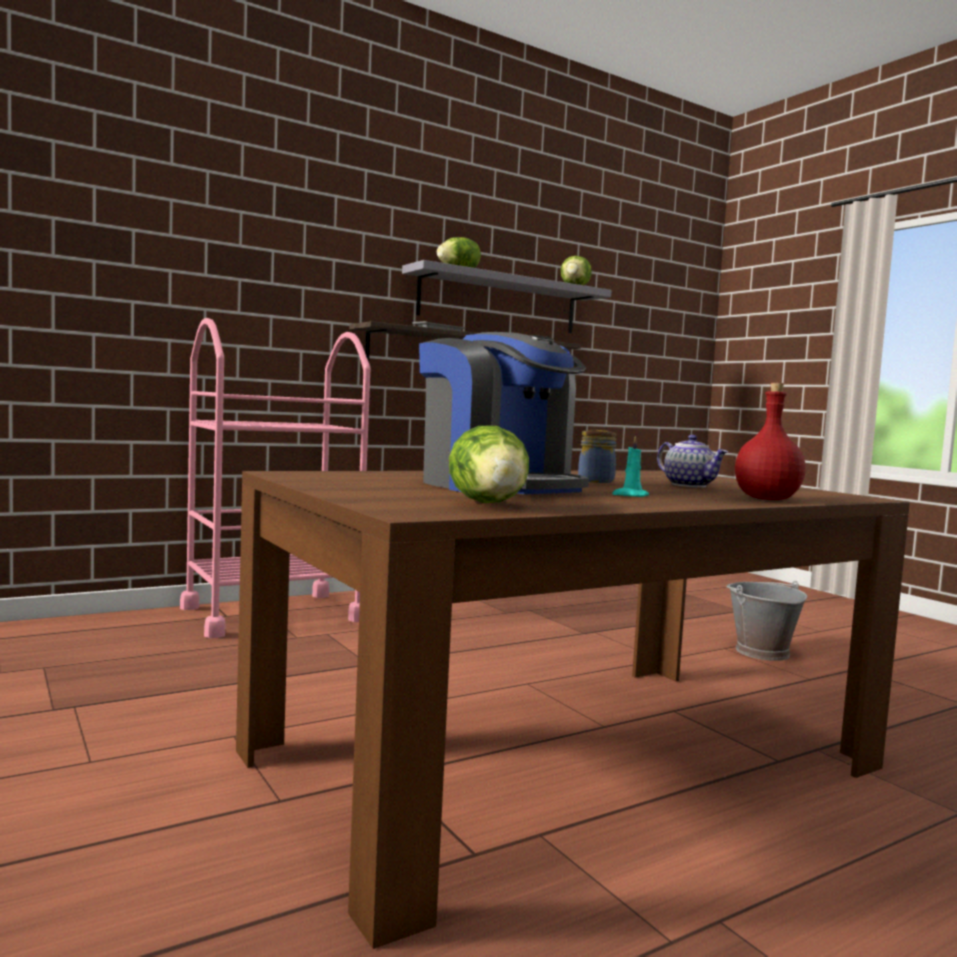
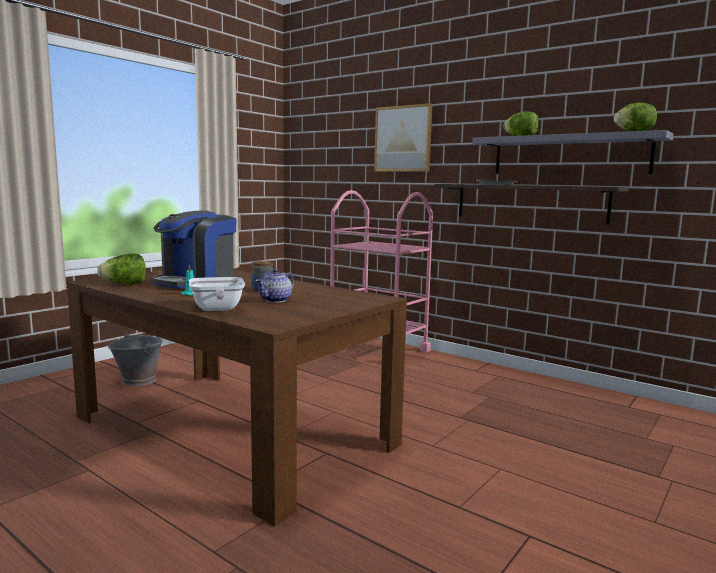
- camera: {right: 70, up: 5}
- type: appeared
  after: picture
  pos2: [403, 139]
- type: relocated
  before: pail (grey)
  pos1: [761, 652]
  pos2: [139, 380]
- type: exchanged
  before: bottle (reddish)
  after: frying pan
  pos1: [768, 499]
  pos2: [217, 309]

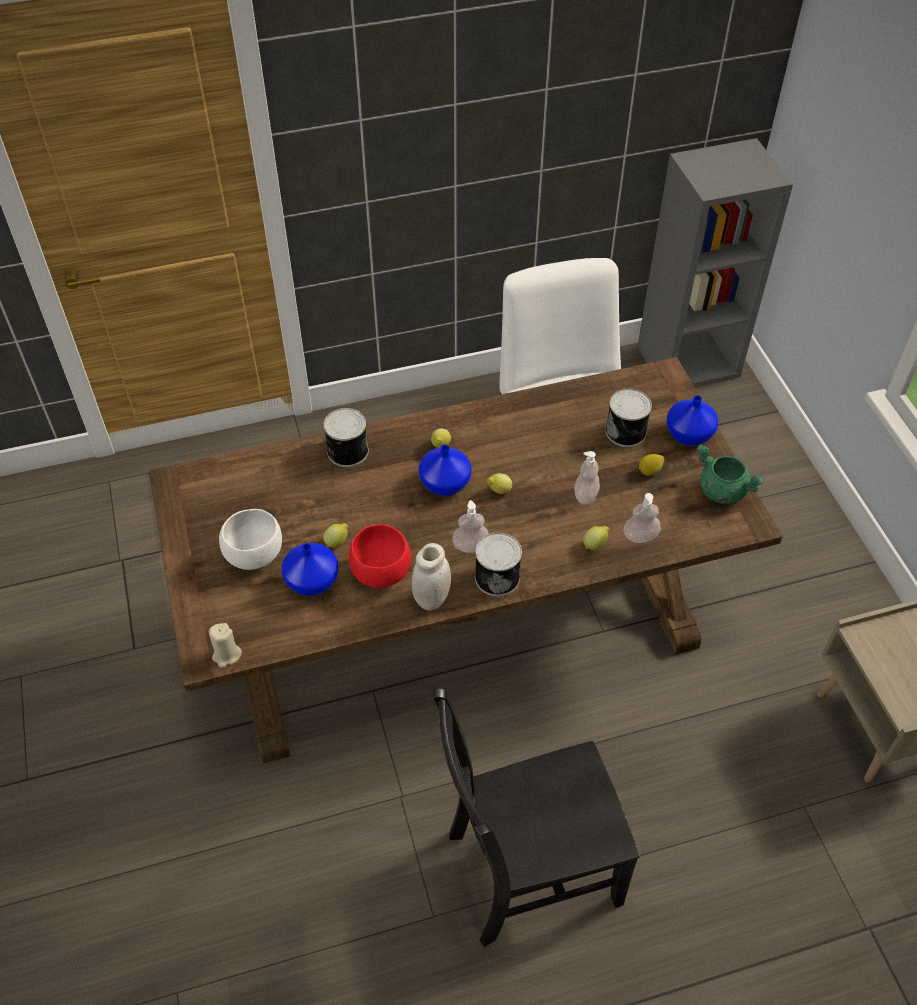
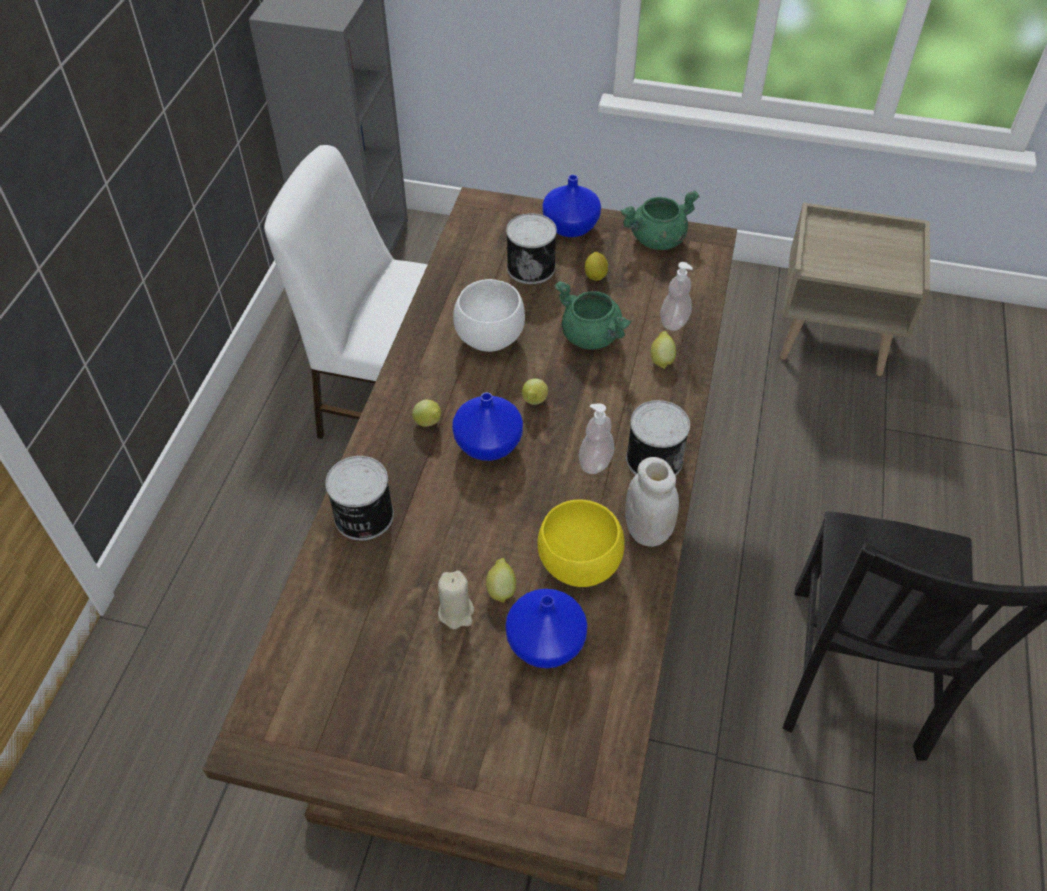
- camera: {right: -60, up: 0}
- type: relocated
  before: candle (sand-coloured)
  pos1: [226, 655]
  pos2: [456, 612]
- type: relocated
  before: bowl (white)
  pos1: [253, 554]
  pos2: [488, 339]
- type: exchanged
  before: liquid soap bottle
  after: cooking pot (greenish)
  pos1: [585, 495]
  pos2: [591, 336]
- type: colour
  before: bowl (reddish)
  after: bowl (yellow-coloured)
  pos1: [379, 574]
  pos2: [579, 566]

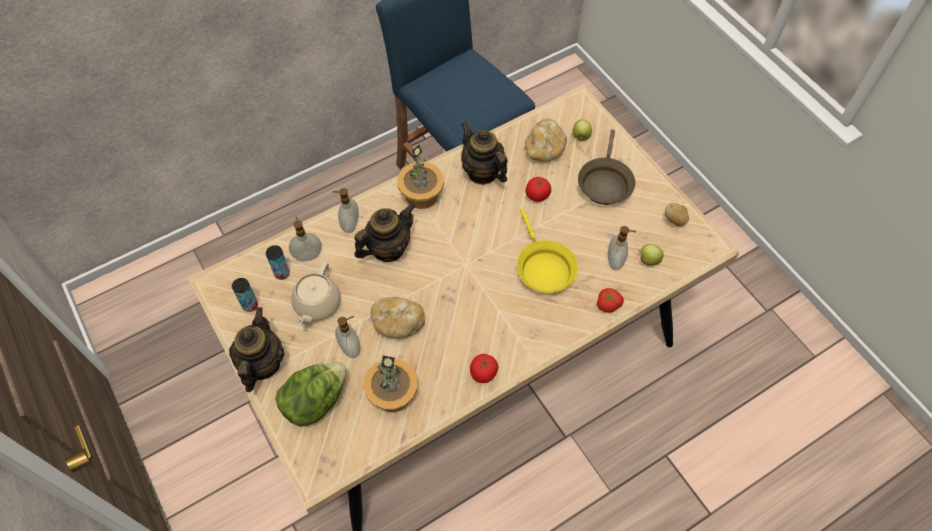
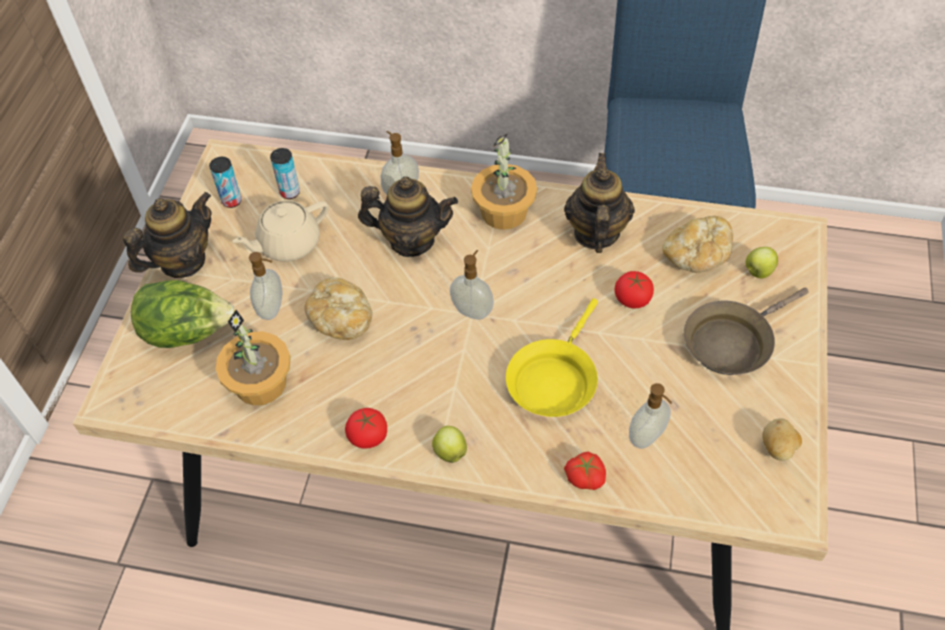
- camera: {right: 45, up: -5}
- type: relocated
  before: liquid soap bottle
  pos1: [308, 255]
  pos2: [472, 310]
- type: relocated
  before: whole apple
  pos1: [648, 260]
  pos2: [449, 451]

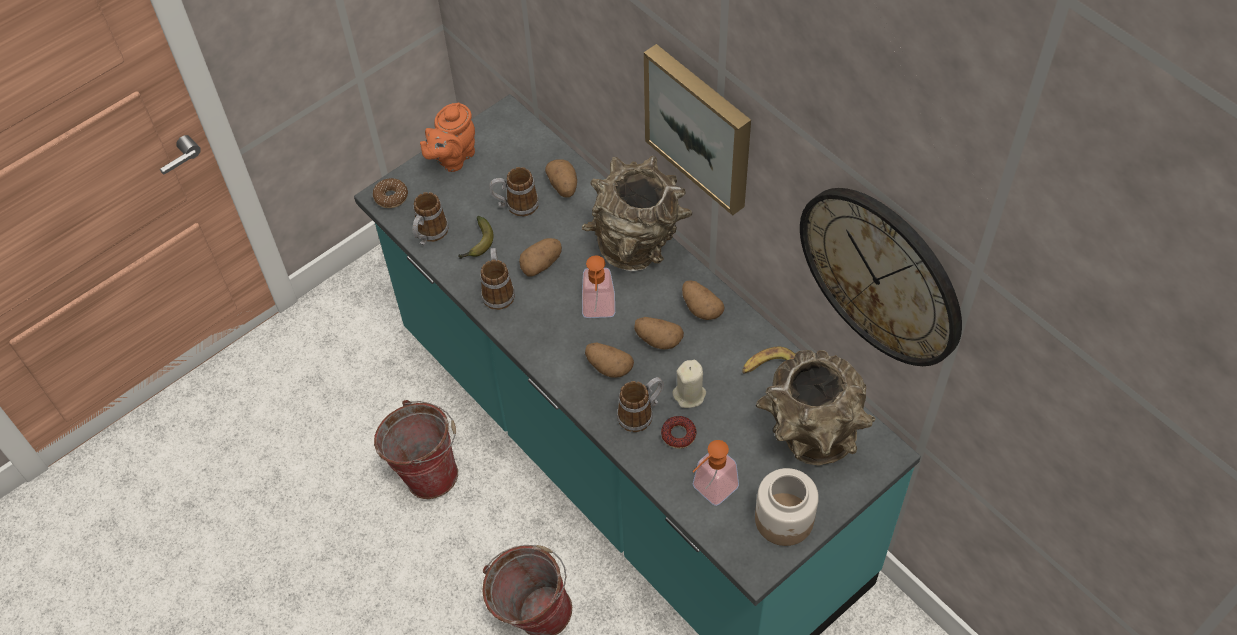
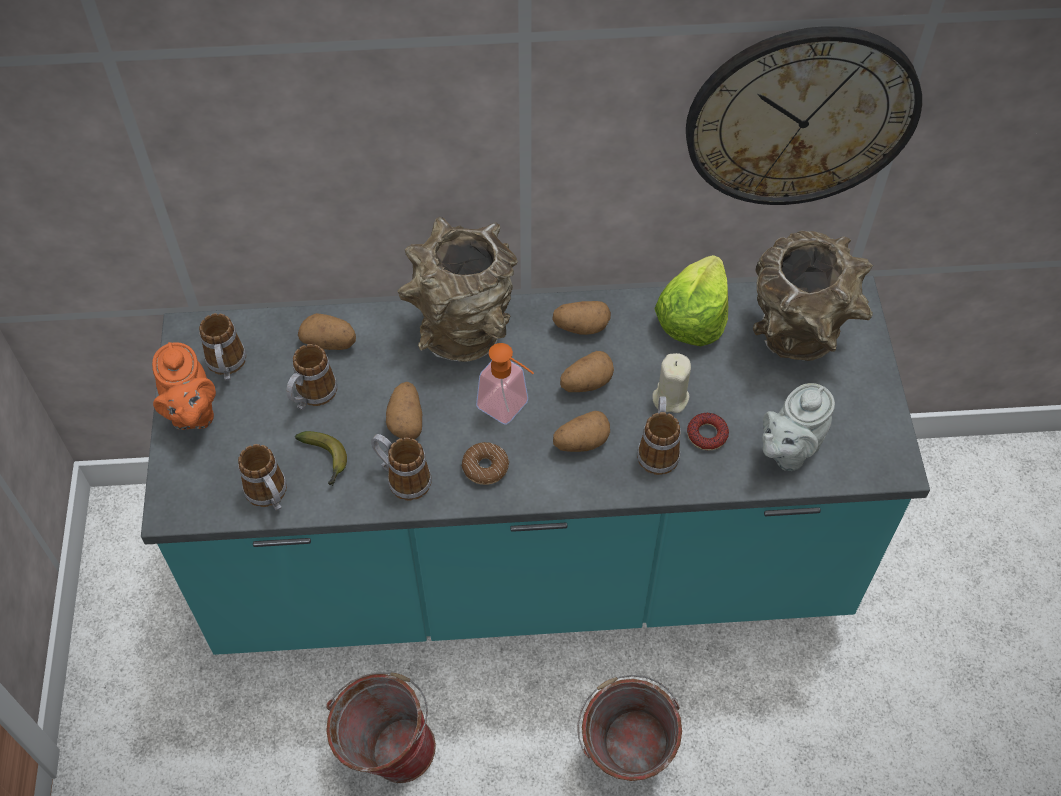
- camera: {right: -55, up: 0}
- type: missing
  before: picture
  pos1: [701, 126]
- type: missing
  before: storage jar
  pos1: [784, 520]
- type: appeared
  after: coffee mug
  pos2: [227, 366]
- type: relocated
  before: ring doughnut
  pos1: [391, 197]
  pos2: [485, 467]
- type: exchanged
  before: liquid soap bottle
  after: teapot (grey)
  pos1: [709, 491]
  pos2: [788, 450]
- type: exchanged
  before: whole banana
  after: lettuce head
  pos1: [769, 366]
  pos2: [692, 318]

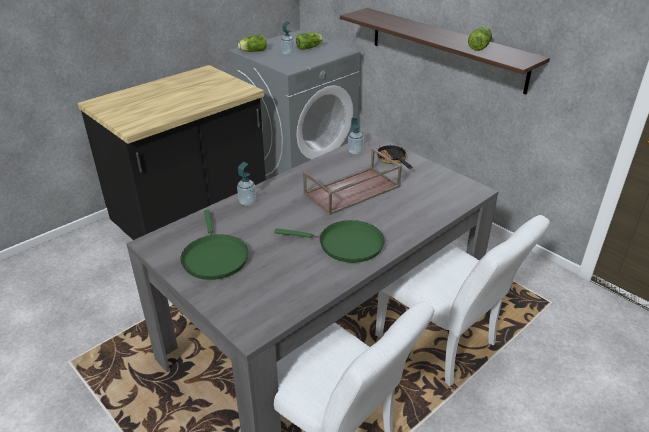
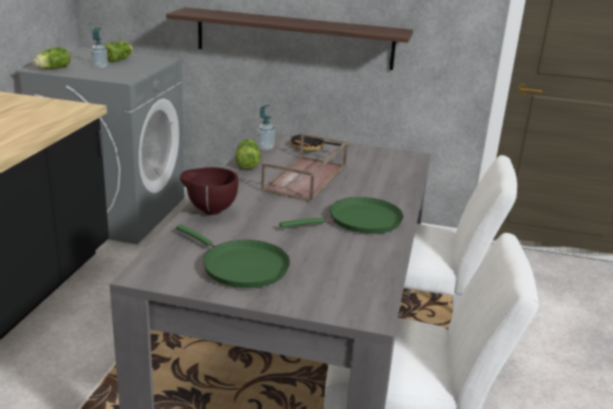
- camera: {right: -35, up: -10}
- type: relocated
  before: lettuce head
  pos1: [480, 46]
  pos2: [247, 163]
- type: exchanged
  before: liquid soap bottle
  after: bowl (brownish)
  pos1: [247, 202]
  pos2: [209, 211]

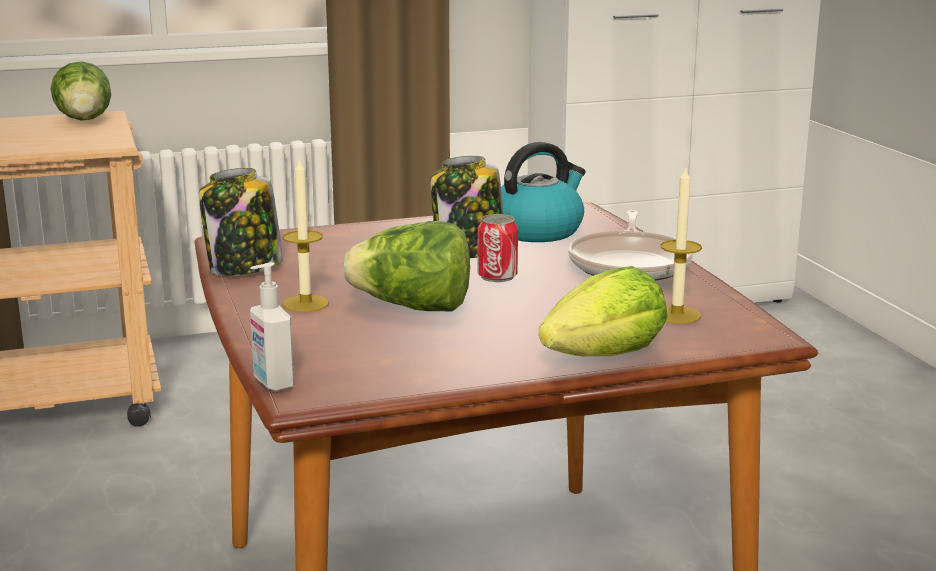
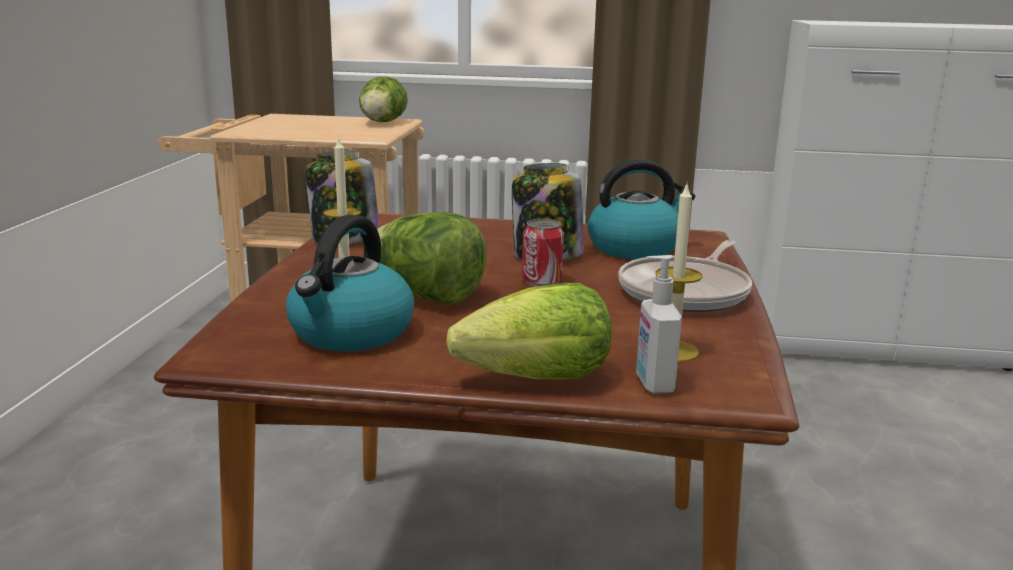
- camera: {right: 25, up: 0}
- type: appeared
  after: water kettle
  pos2: [351, 333]
- type: relocated
  before: liquid soap bottle
  pos1: [272, 383]
  pos2: [653, 384]

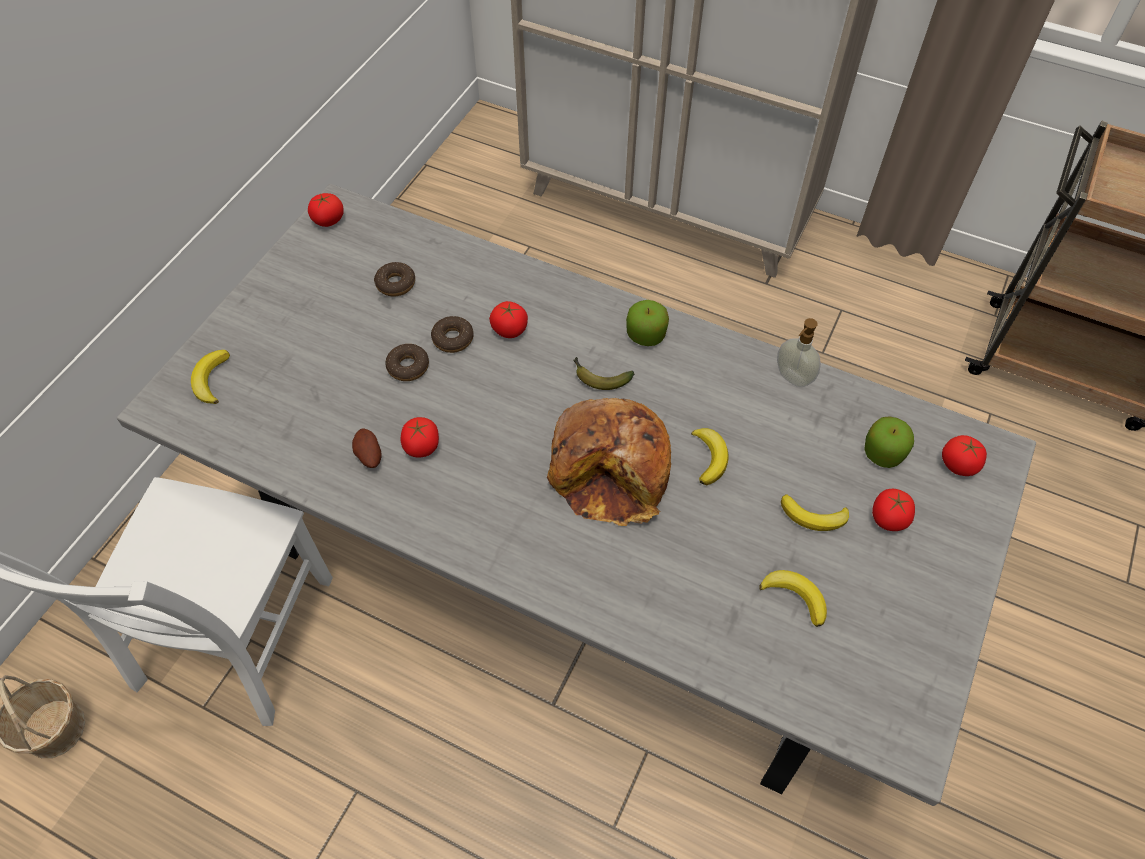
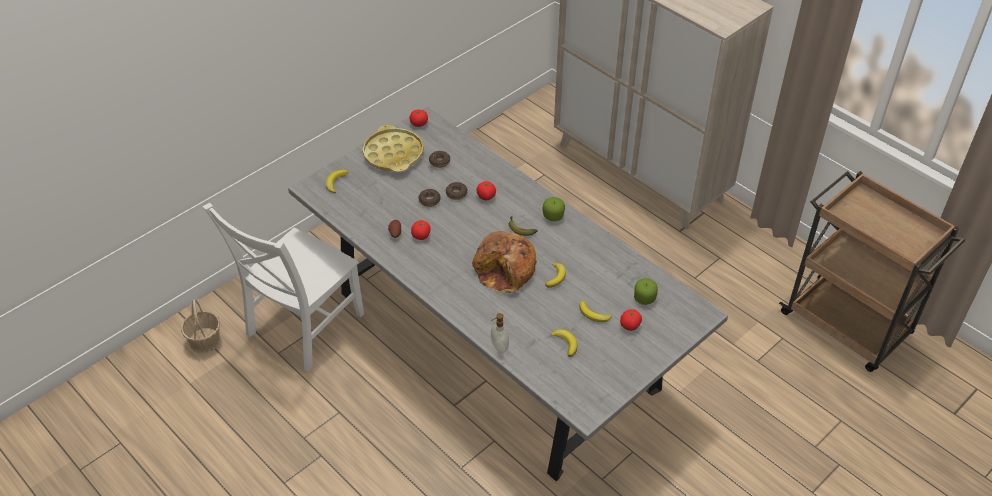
- camera: {right: 20, up: -10}
- type: missing
  before: whole tomato
  pos1: [958, 464]
- type: appeared
  after: tray (yellow-coloured)
  pos2: [393, 154]
- type: relocated
  before: liquid soap bottle
  pos1: [792, 378]
  pos2: [499, 347]

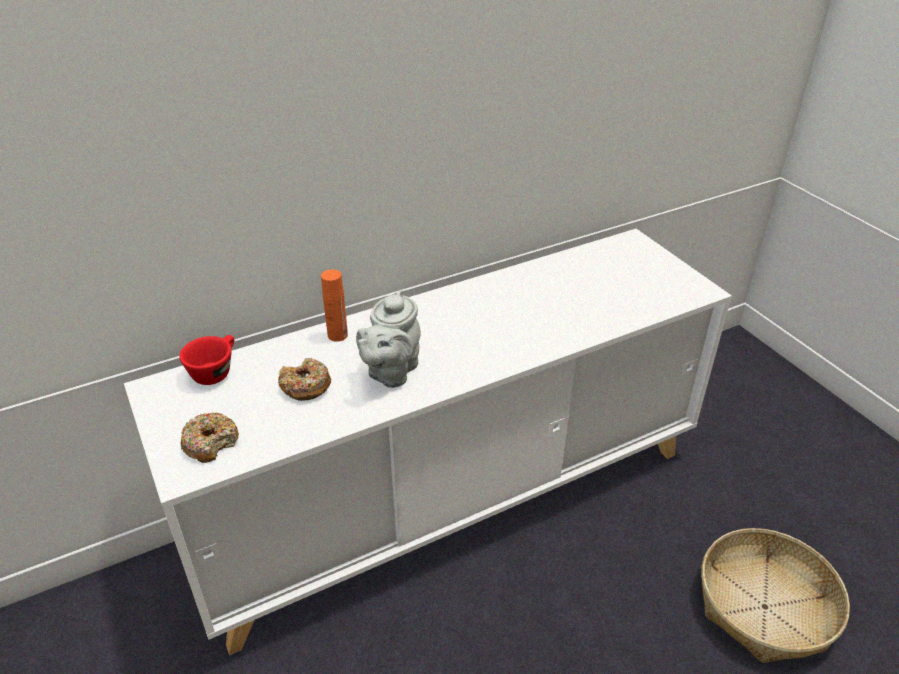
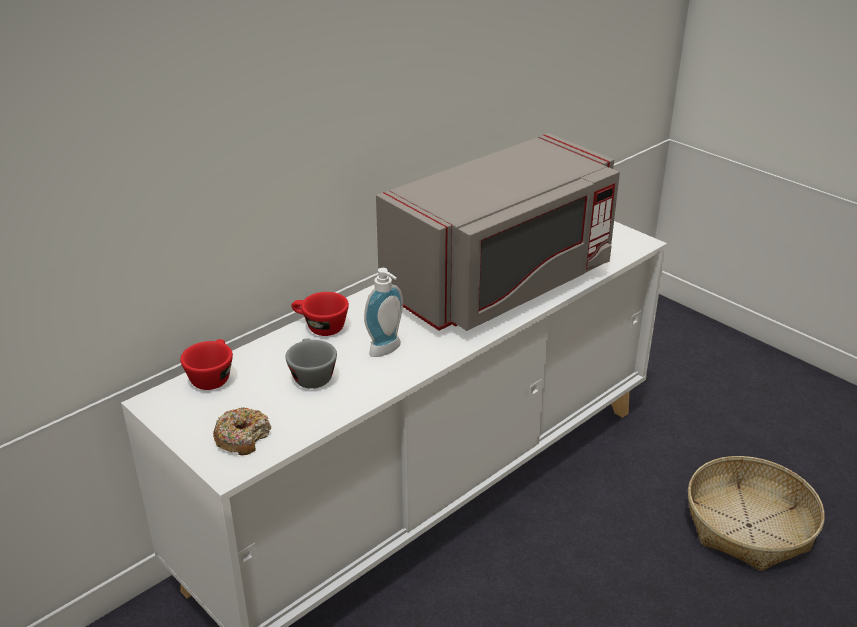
- camera: {right: -15, up: -5}
- type: appeared
  after: kitchen microwave (grey)
  pos2: [501, 283]
- type: exchanged
  before: ring doughnut
  after: cup (grey)
  pos1: [305, 386]
  pos2: [311, 375]
- type: exchanged
  before: bottle (orangey)
  after: cup (reddish)
  pos1: [337, 335]
  pos2: [320, 327]
- type: exchanged
  before: teapot (grey)
  after: liquid soap bottle
  pos1: [390, 372]
  pos2: [388, 351]

